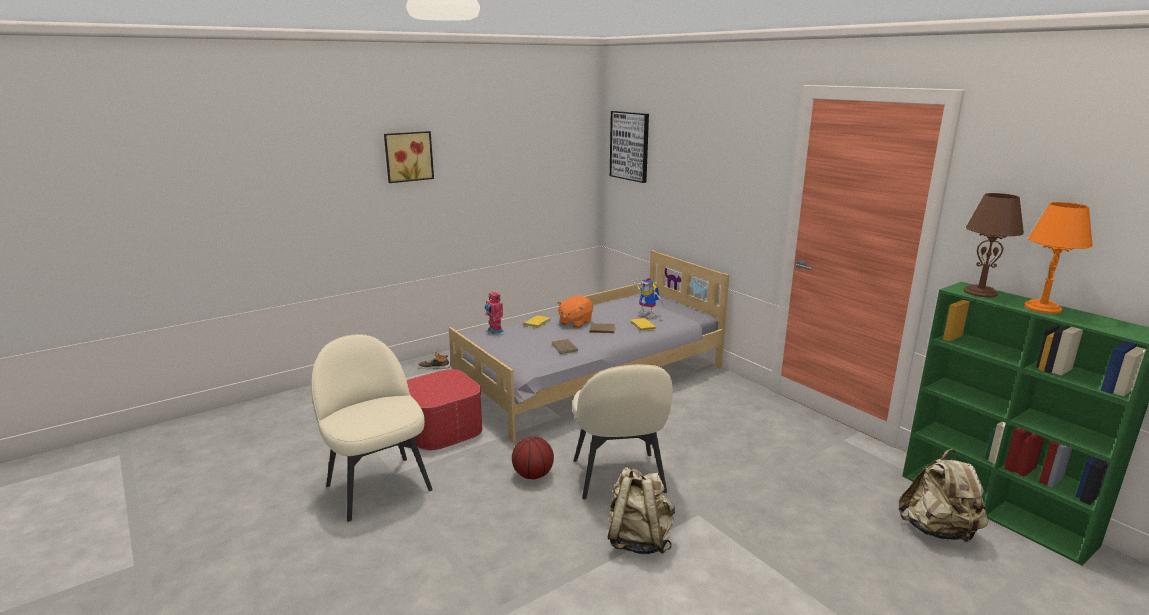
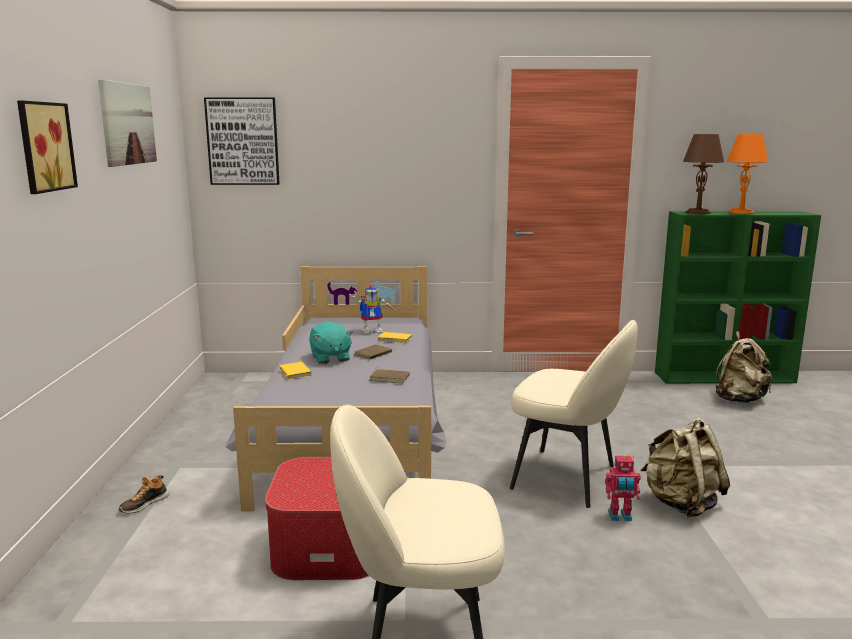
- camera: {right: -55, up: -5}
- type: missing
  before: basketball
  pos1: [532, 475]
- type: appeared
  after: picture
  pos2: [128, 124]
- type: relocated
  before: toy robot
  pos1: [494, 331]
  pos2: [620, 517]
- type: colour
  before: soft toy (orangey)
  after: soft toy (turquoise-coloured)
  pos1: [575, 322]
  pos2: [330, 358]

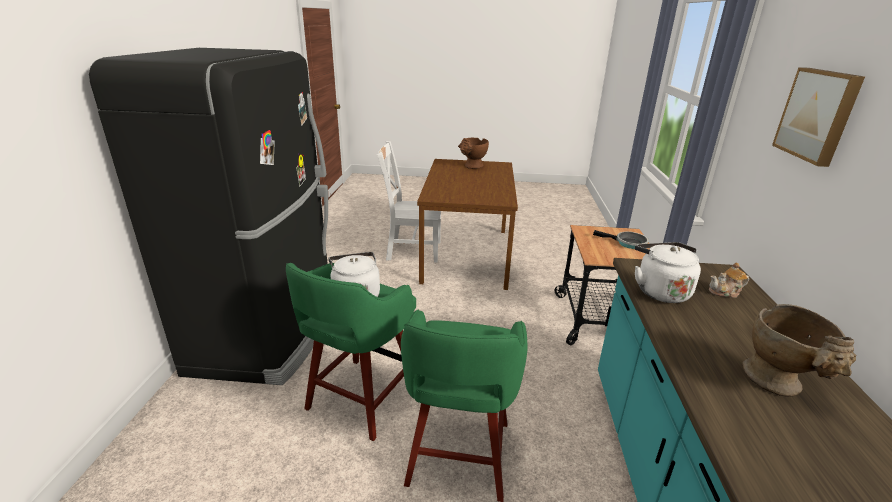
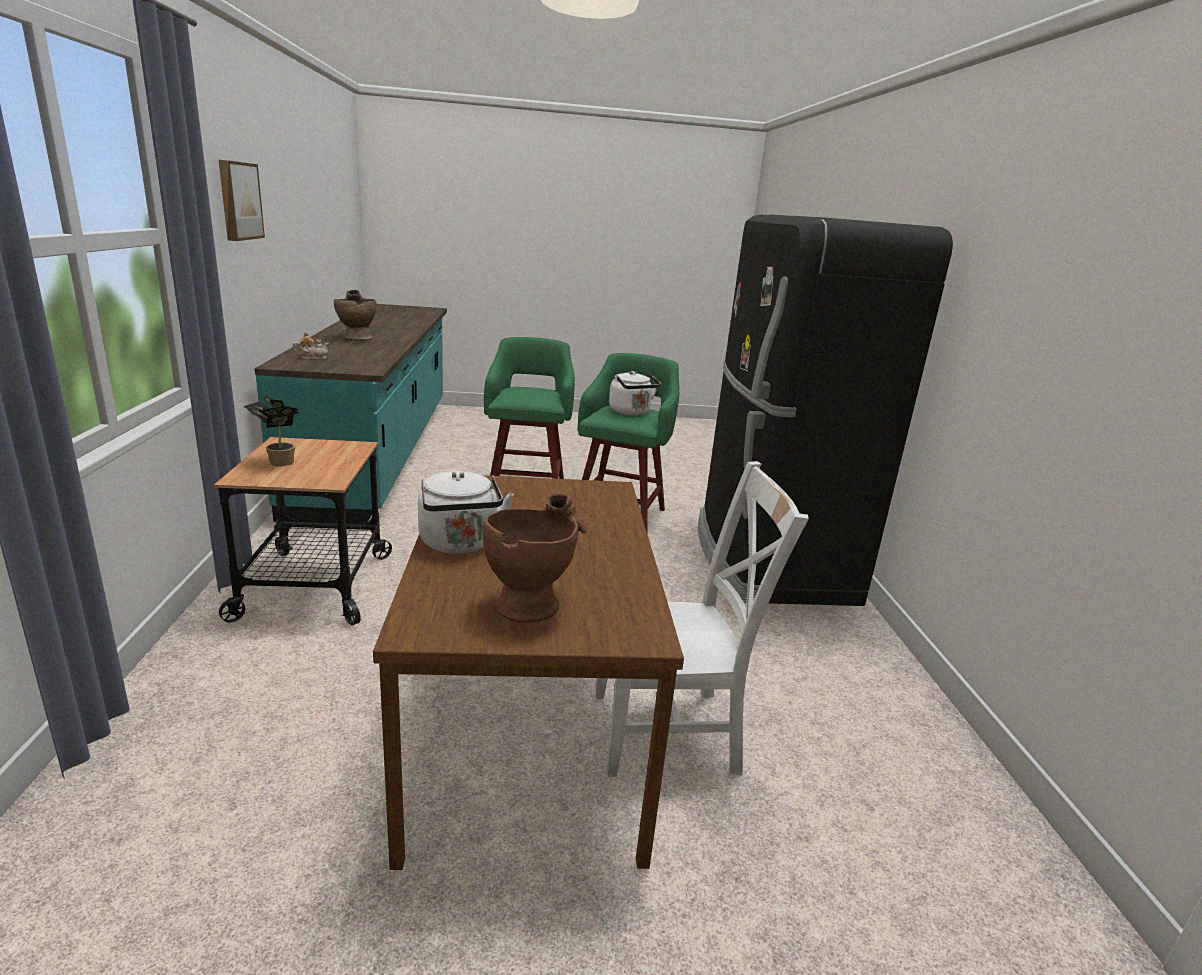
- camera: {right: 170, up: -5}
- type: relocated
  before: water kettle (white)
  pos1: [659, 291]
  pos2: [460, 544]
- type: exchanged
  before: frying pan
  after: potted plant
  pos1: [628, 243]
  pos2: [278, 462]

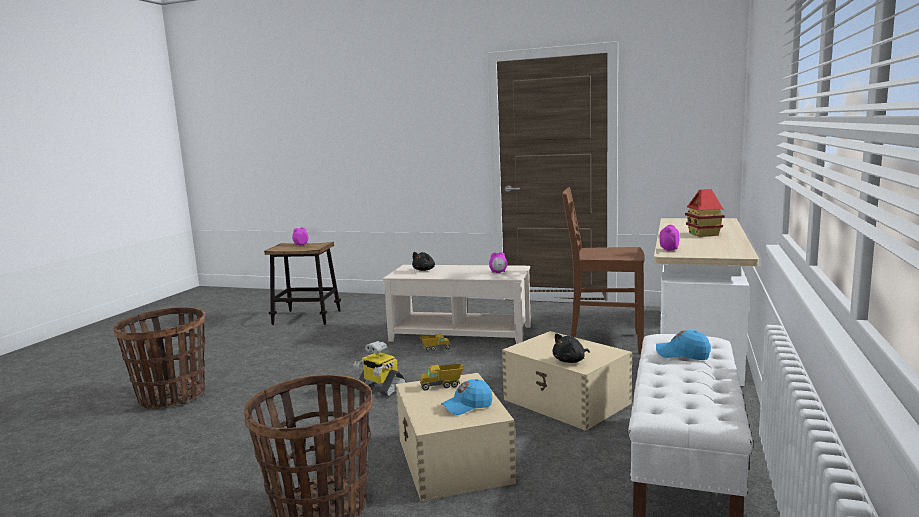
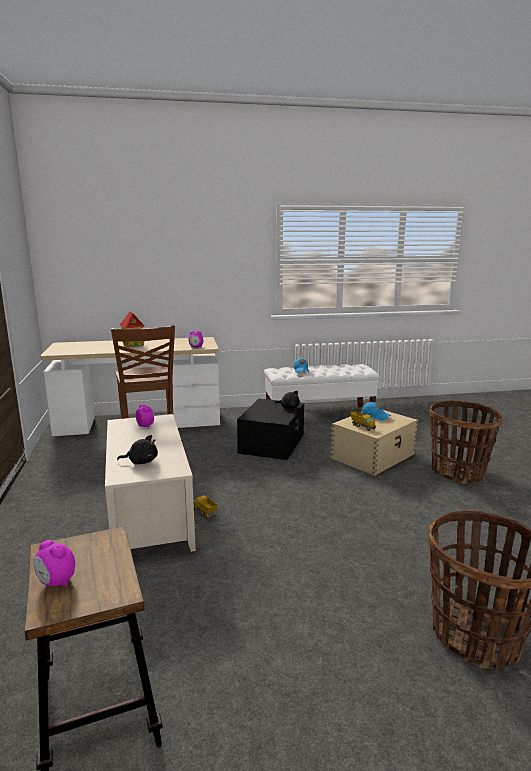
- camera: {right: -120, up: 5}
- type: missing
  before: toy robot
  pos1: [381, 388]
- type: colour
  before: storage bin (sand-coloured)
  after: storage bin (blackish)
  pos1: [567, 402]
  pos2: [272, 443]

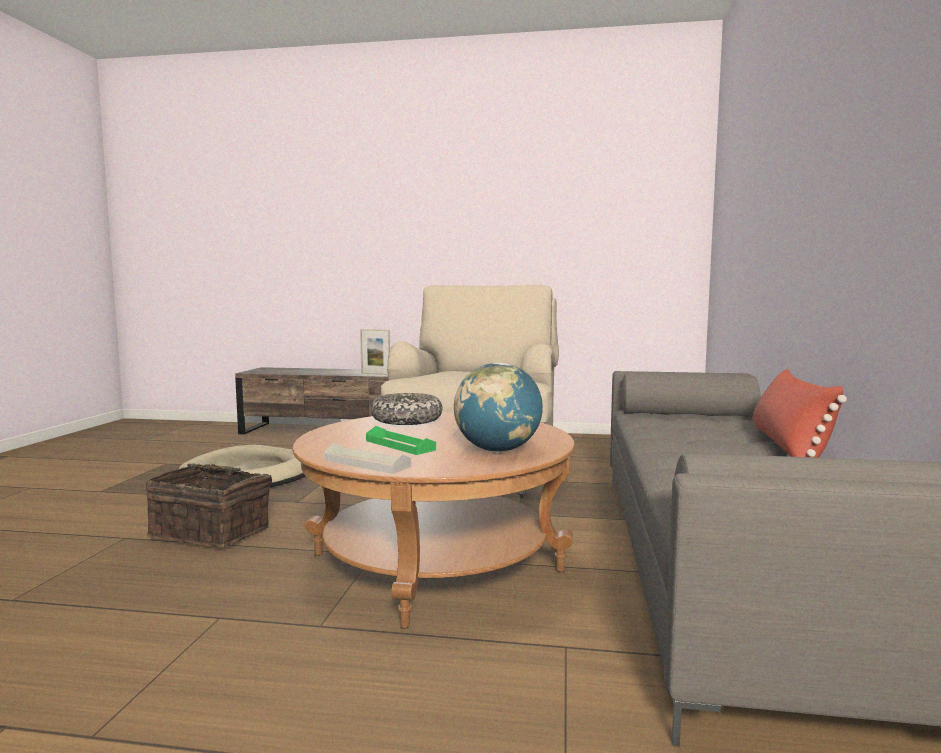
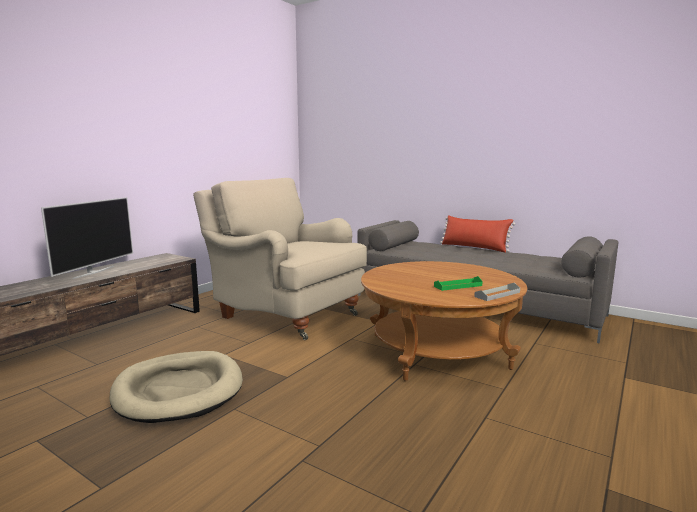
- camera: {right: -65, up: 5}
- type: missing
  before: storage basket
  pos1: [213, 532]
- type: missing
  before: picture frame
  pos1: [375, 374]
- type: missing
  before: bowl
  pos1: [407, 420]
- type: missing
  before: desk globe
  pos1: [498, 450]
- type: appeared
  after: TV
  pos2: [93, 272]

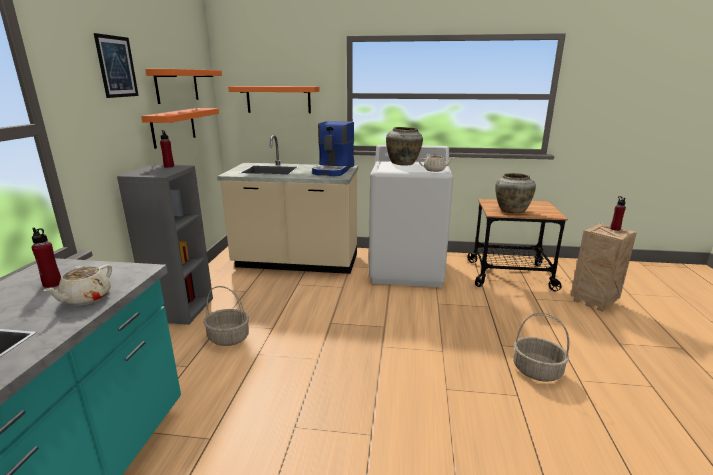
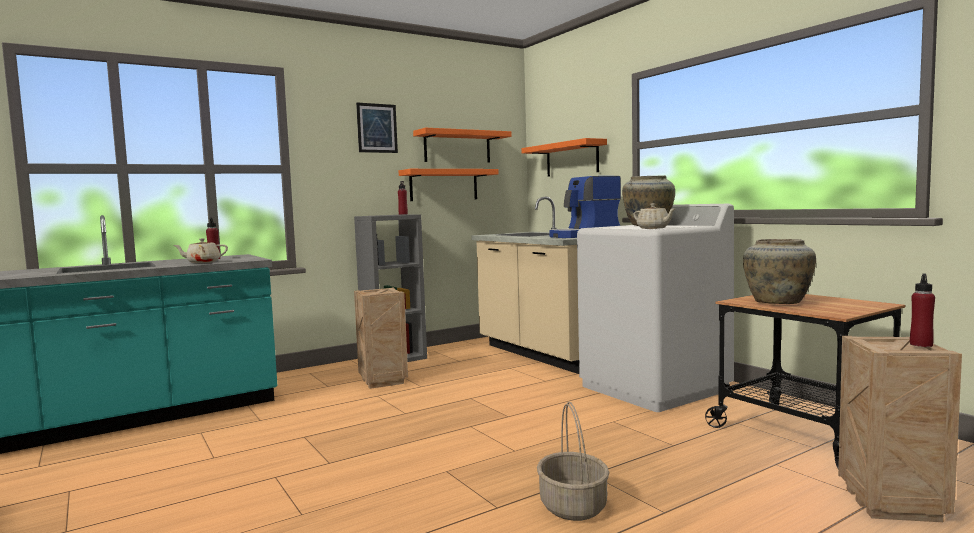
- camera: {right: 50, up: -15}
- type: exchanged
  before: storage basket
  after: crate
  pos1: [228, 338]
  pos2: [382, 381]

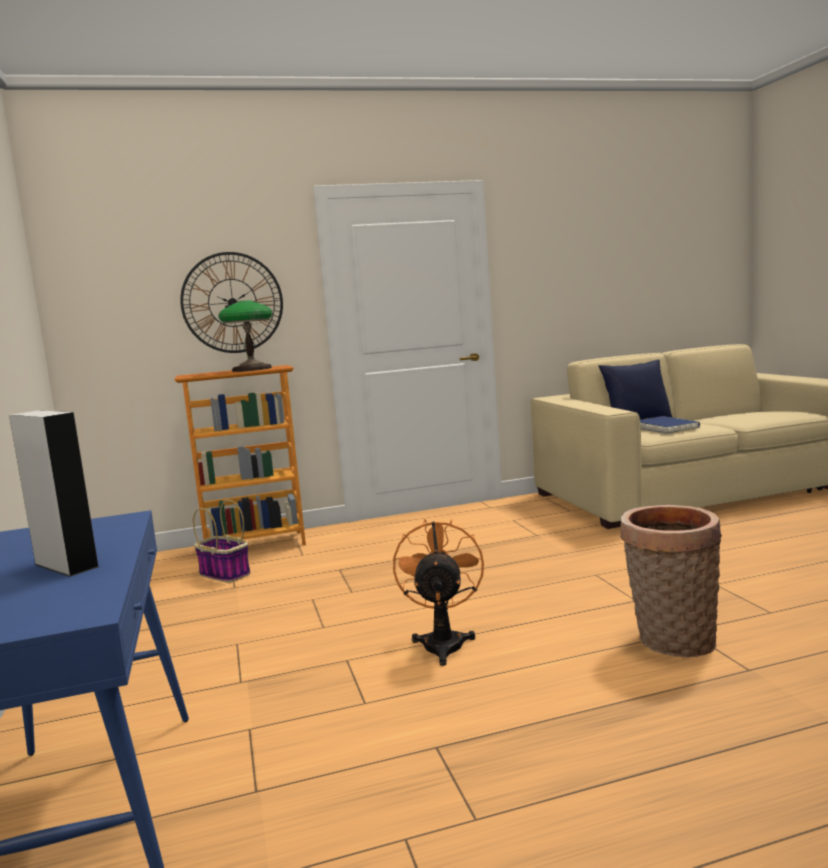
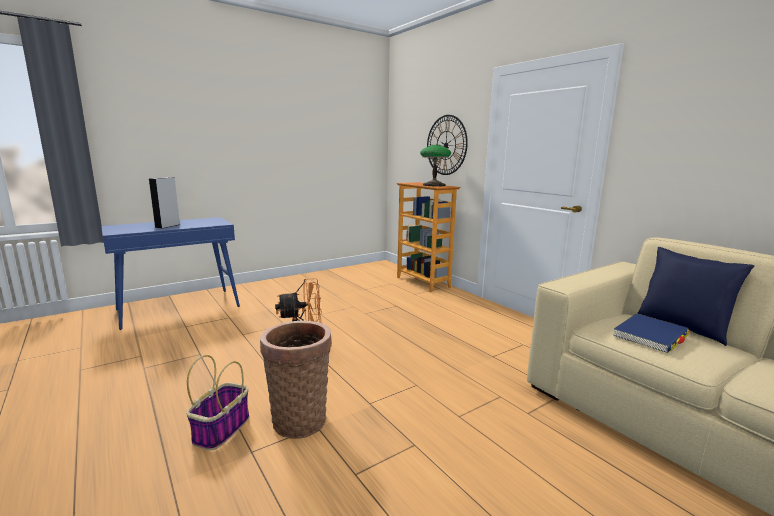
- camera: {right: 70, up: 5}
- type: relocated
  before: storage basket
  pos1: [224, 574]
  pos2: [222, 429]

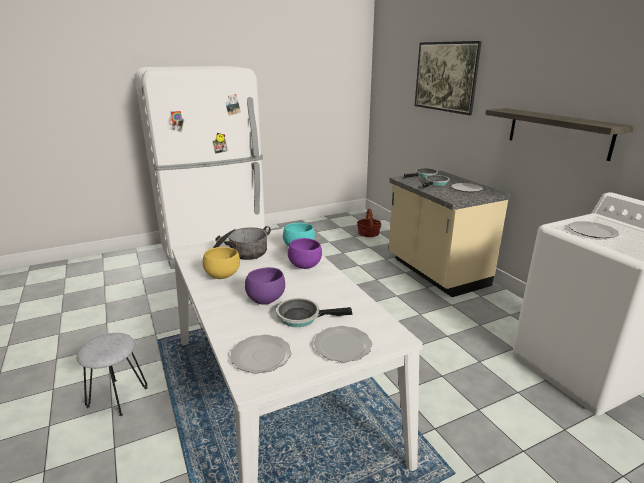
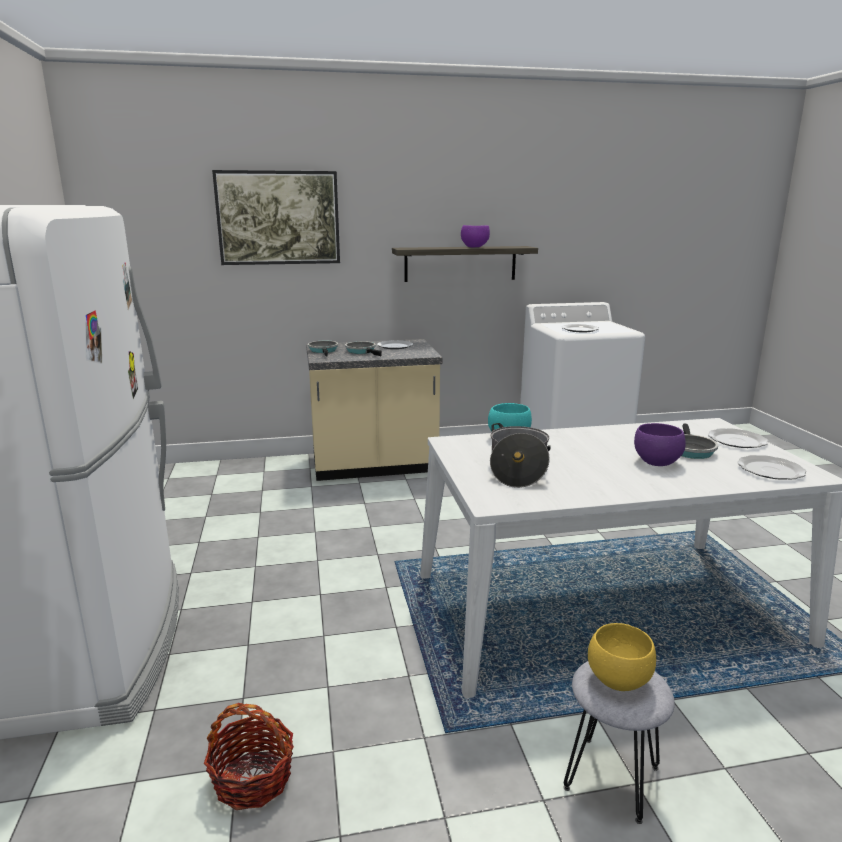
- camera: {right: -75, up: -5}
- type: relocated
  before: bowl (yellow-coloured)
  pos1: [223, 275]
  pos2: [616, 680]
- type: relocated
  before: bowl (purple)
  pos1: [305, 266]
  pos2: [474, 247]
- type: relocated
  before: storage basket
  pos1: [368, 233]
  pos2: [253, 779]

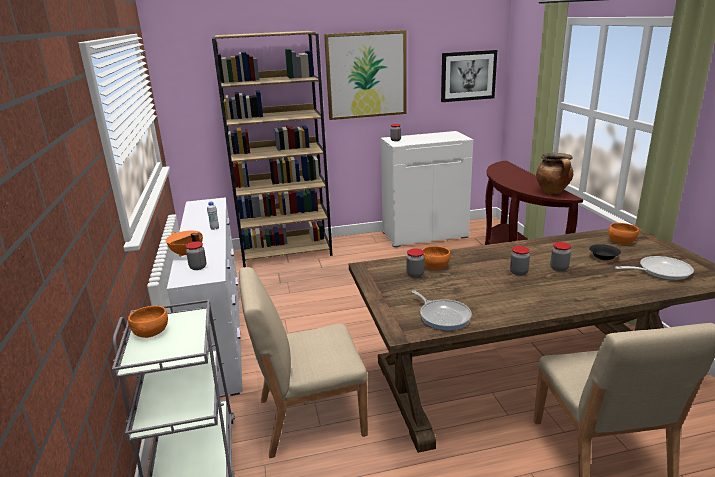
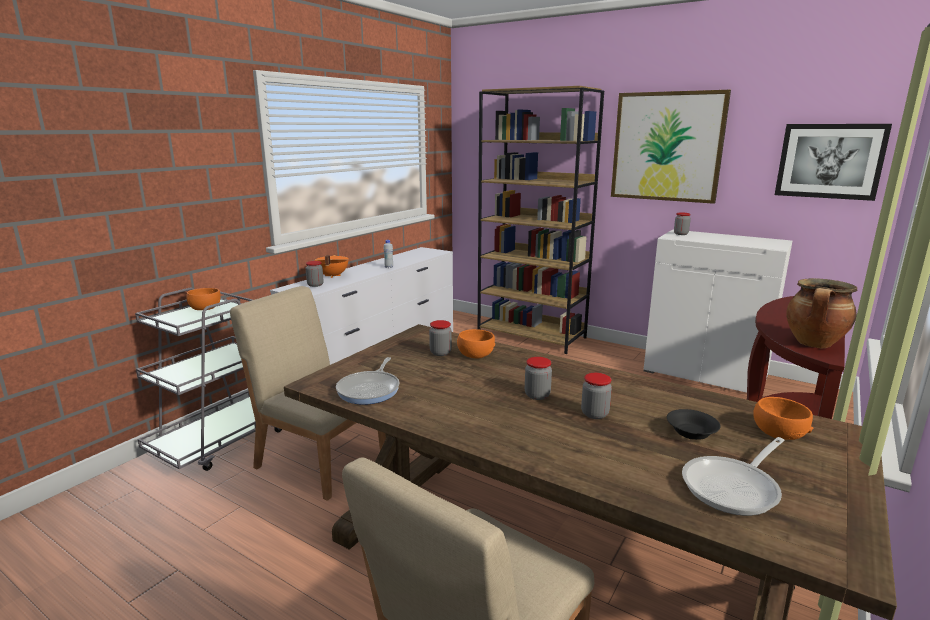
- camera: {right: 45, up: -5}
- type: spun
  before: frying pan
  pos1: [660, 271]
  pos2: [734, 488]
  turn: 105

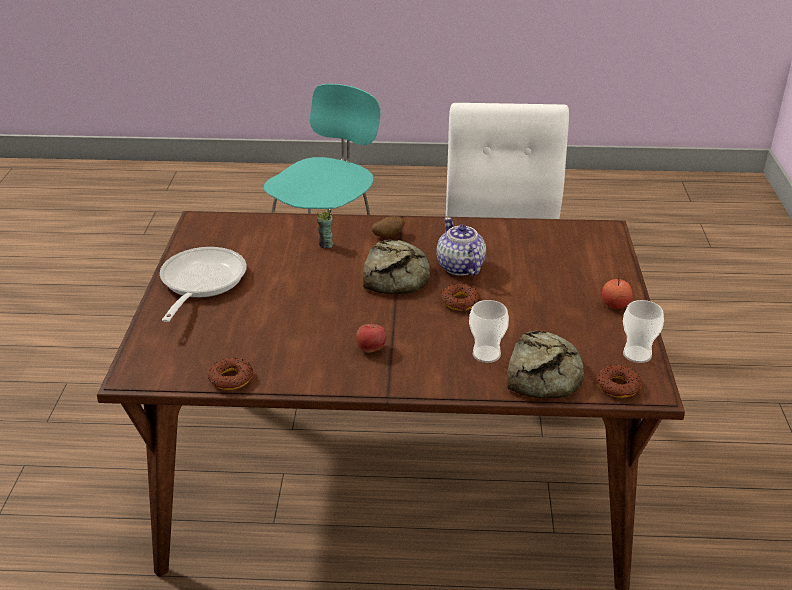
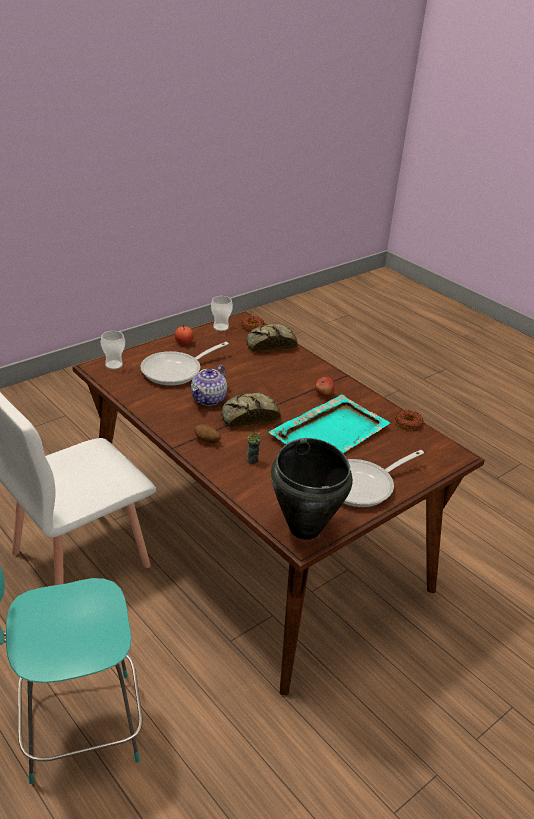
- camera: {right: -135, up: 0}
- type: missing
  before: ring doughnut
  pos1: [460, 302]
- type: appeared
  after: frying pan
  pos2: [176, 371]
- type: appeared
  after: tray (turquoise-coloured)
  pos2: [331, 433]
- type: appeared
  after: cooking pot (blackish)
  pos2: [305, 528]
- type: relocated
  before: cup
  pos1: [486, 354]
  pos2: [114, 365]

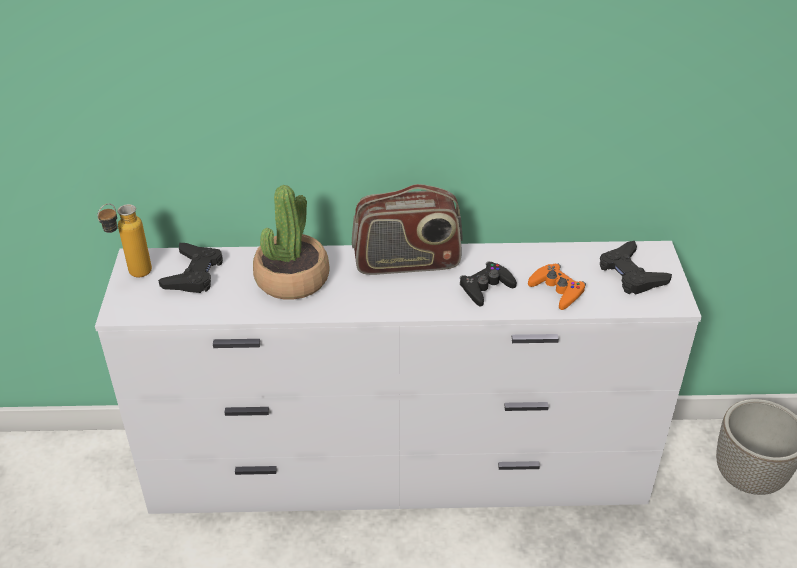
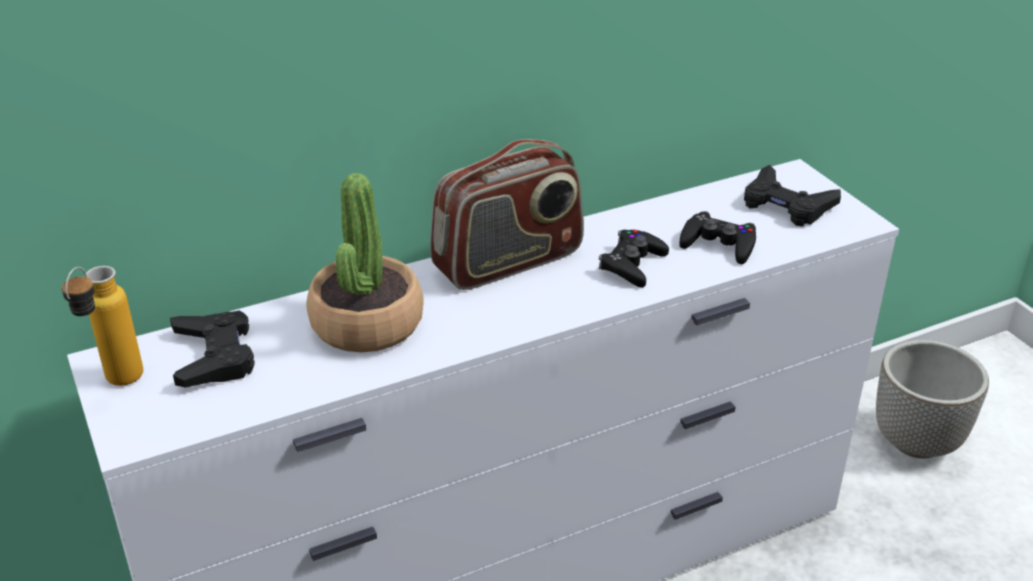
- camera: {right: -25, up: -5}
- type: colour
  before: gamepad (orangey)
  after: gamepad (blackish)
  pos1: [557, 290]
  pos2: [718, 244]

